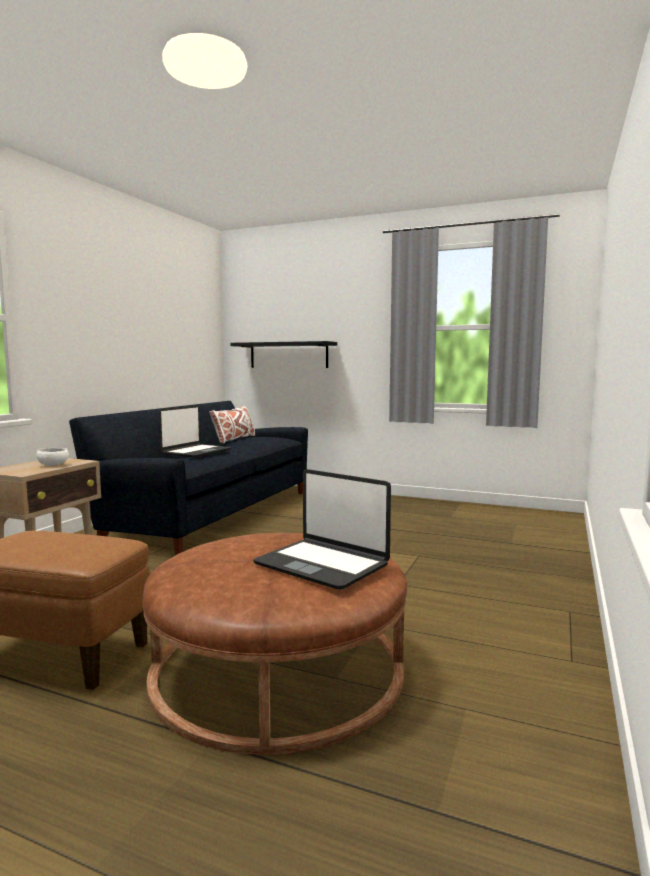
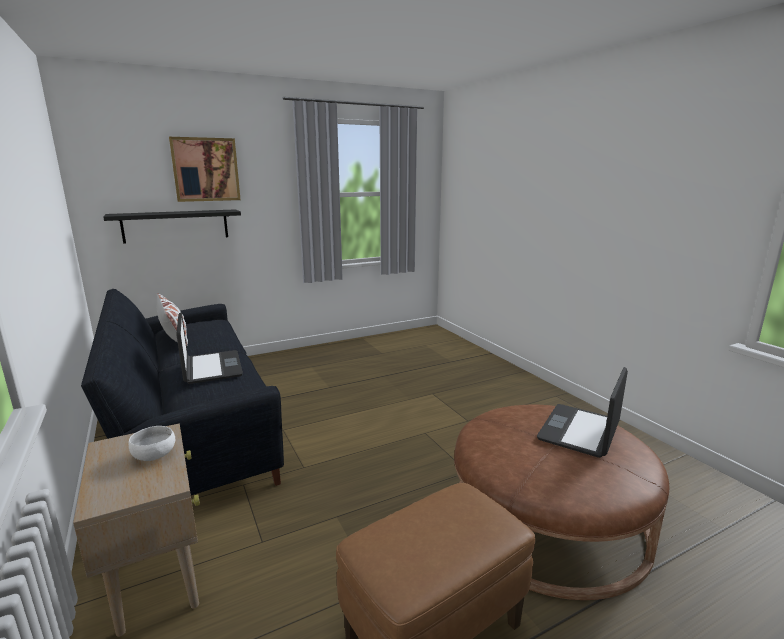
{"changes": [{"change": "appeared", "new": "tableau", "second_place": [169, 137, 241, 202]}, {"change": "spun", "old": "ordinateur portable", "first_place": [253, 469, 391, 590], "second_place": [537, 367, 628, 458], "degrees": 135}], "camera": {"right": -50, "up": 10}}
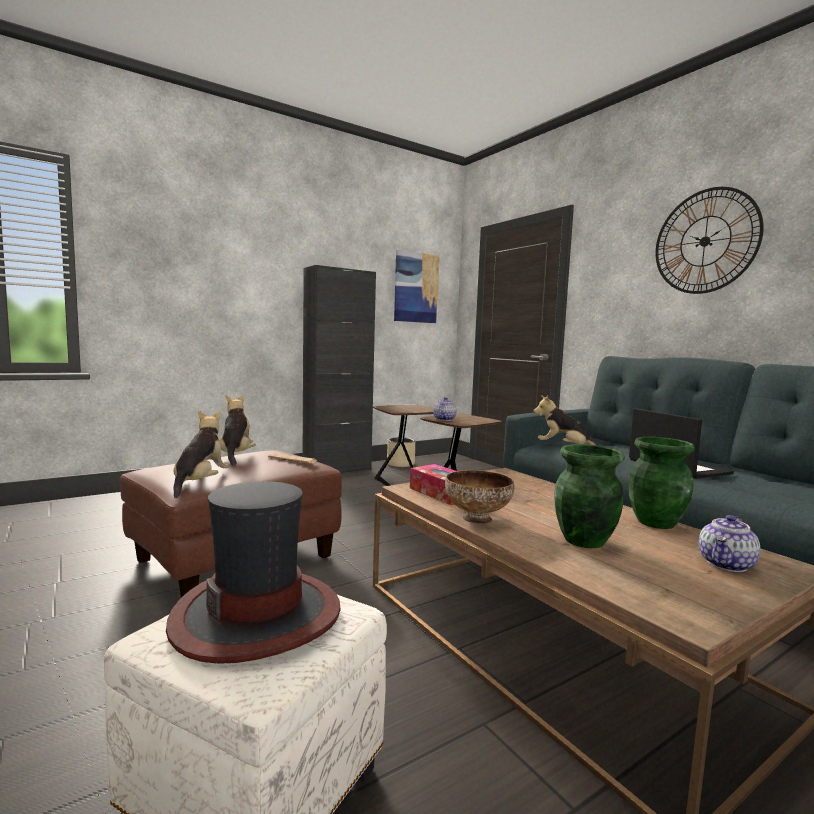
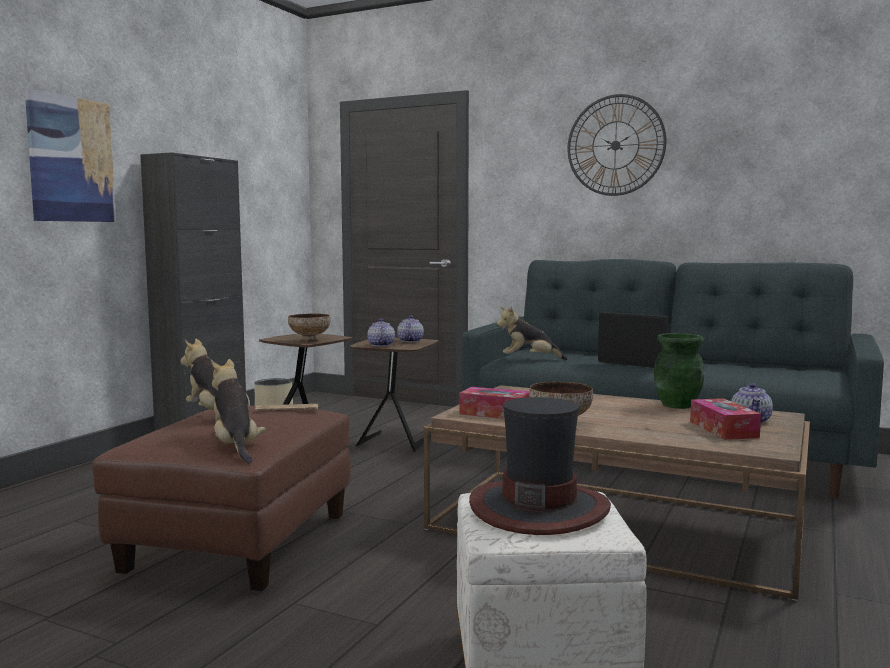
{"changes": [{"change": "missing", "old": "vase (vert)", "first_place": [554, 444, 625, 548]}, {"change": "appeared", "new": "bol", "second_place": [288, 313, 330, 342]}, {"change": "appeared", "new": "théière", "second_place": [397, 315, 424, 342]}, {"change": "appeared", "new": "boîte à mouchoirs", "second_place": [690, 398, 761, 440]}, {"change": "relocated", "old": "tableau", "first_place": [394, 250, 440, 323], "second_place": [25, 89, 116, 222]}], "camera": {"right": -30, "up": 0}}
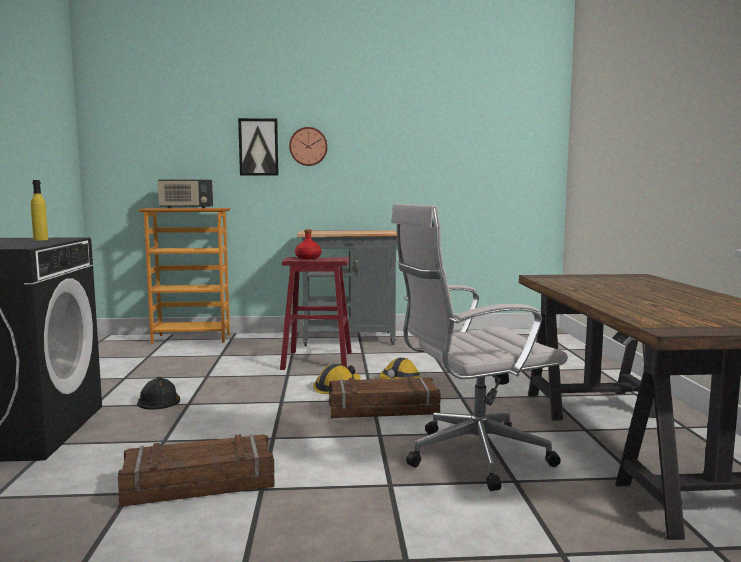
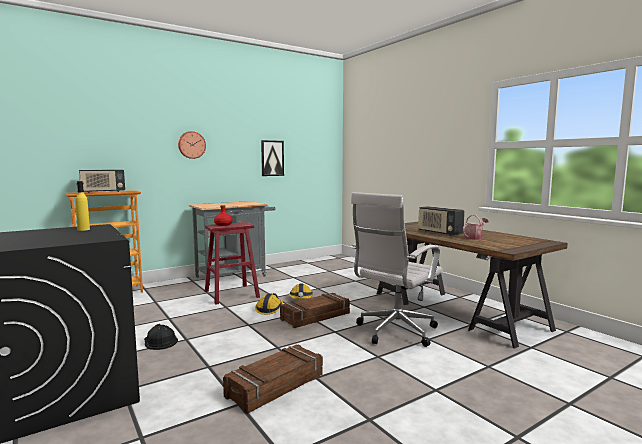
{"changes": [{"change": "appeared", "new": "radio", "second_place": [418, 206, 465, 236]}, {"change": "appeared", "new": "arrosoir", "second_place": [463, 215, 489, 240]}, {"change": "relocated", "old": "tableau", "first_place": [238, 118, 279, 176], "second_place": [261, 140, 284, 176]}], "camera": {"right": -30, "up": 0}}
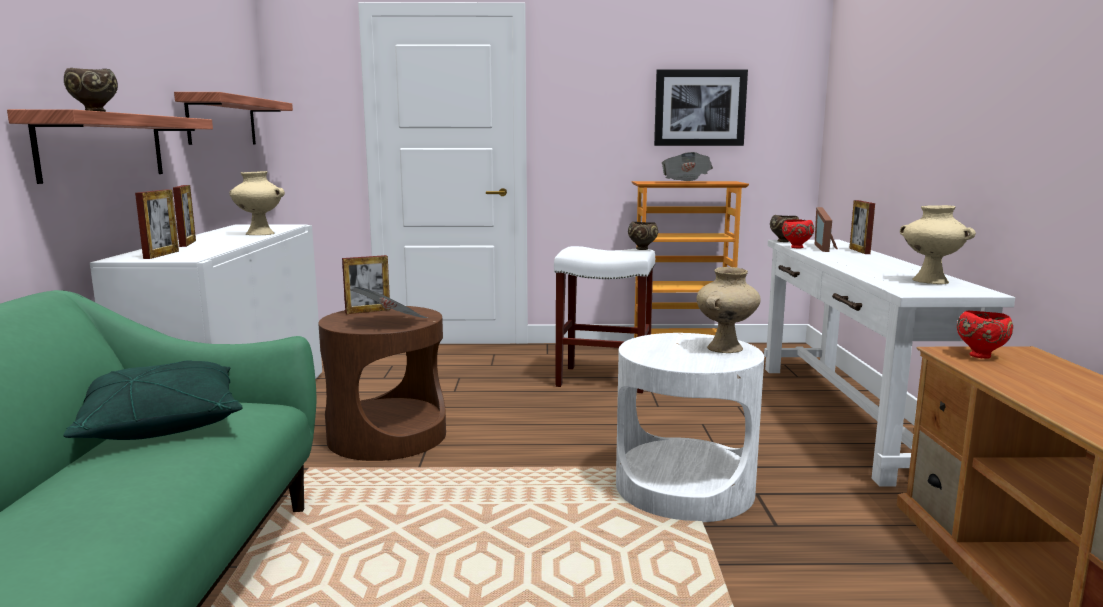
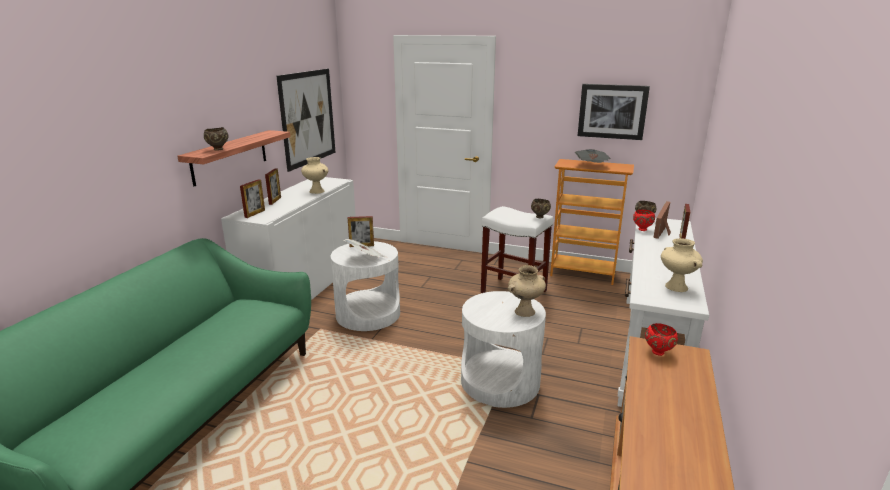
{"changes": [{"change": "missing", "old": "coussin (vert)", "first_place": [63, 360, 243, 440]}, {"change": "exchanged", "old": "étagère", "new": "tableau", "first_place": [174, 92, 293, 145], "second_place": [276, 69, 336, 172]}, {"change": "colour", "old": "table d'appoint (marron)", "new": "table d'appoint (blanc)", "first_place": [318, 306, 446, 461], "second_place": [331, 241, 400, 331]}], "camera": {"right": 20, "up": 10}}
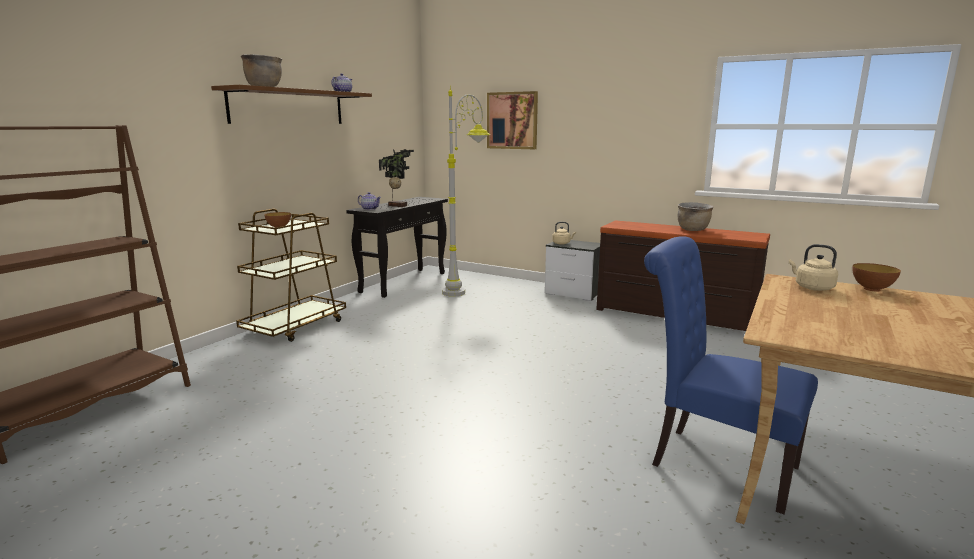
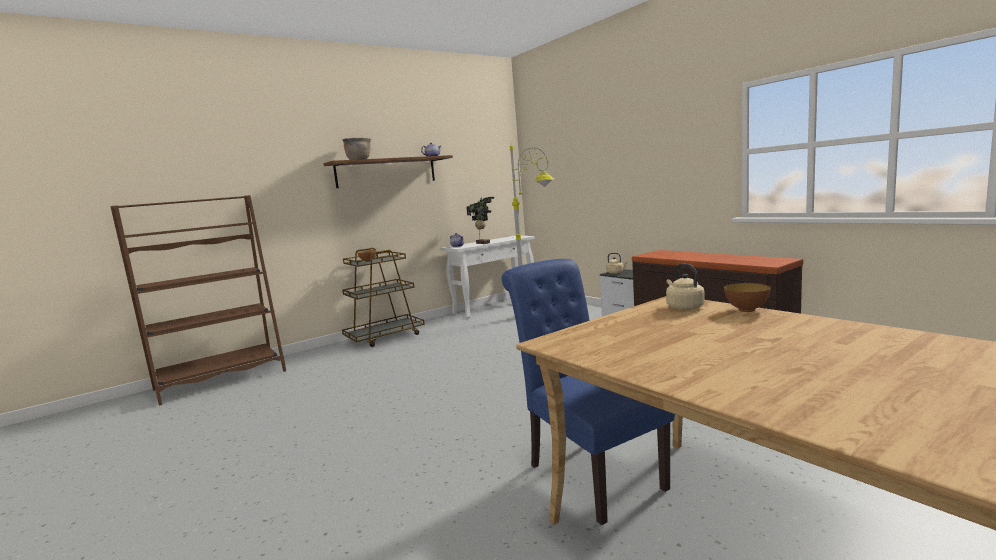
{"changes": [{"change": "missing", "old": "tableau", "first_place": [487, 91, 538, 149]}, {"change": "missing", "old": "marmite (marron)", "first_place": [678, 202, 714, 231]}, {"change": "colour", "old": "table console (noir)", "new": "table console (blanc)", "first_place": [346, 197, 448, 298], "second_place": [441, 235, 535, 319]}], "camera": {"right": 25, "up": -5}}
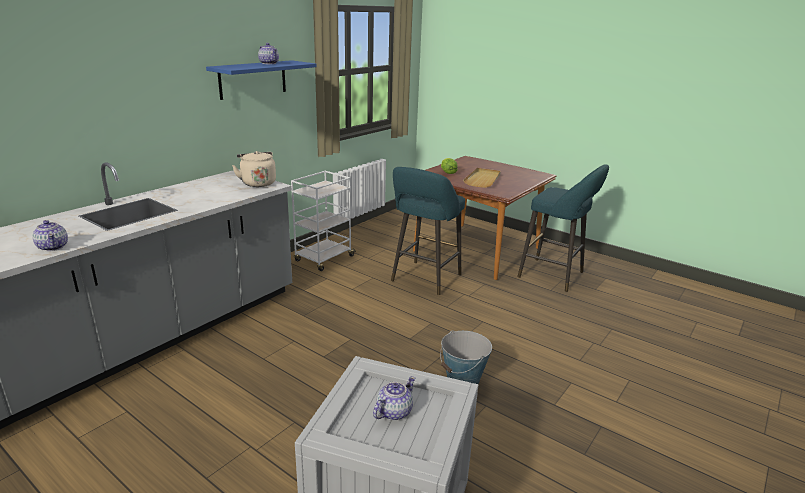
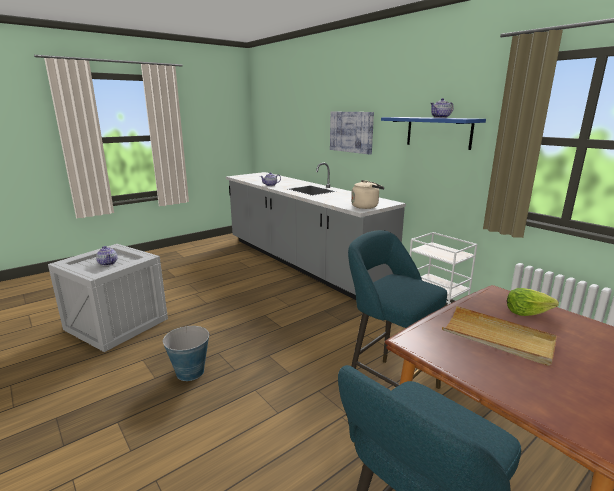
{"changes": [{"change": "appeared", "new": "tableau", "second_place": [330, 112, 374, 155]}], "camera": {"right": 105, "up": -5}}
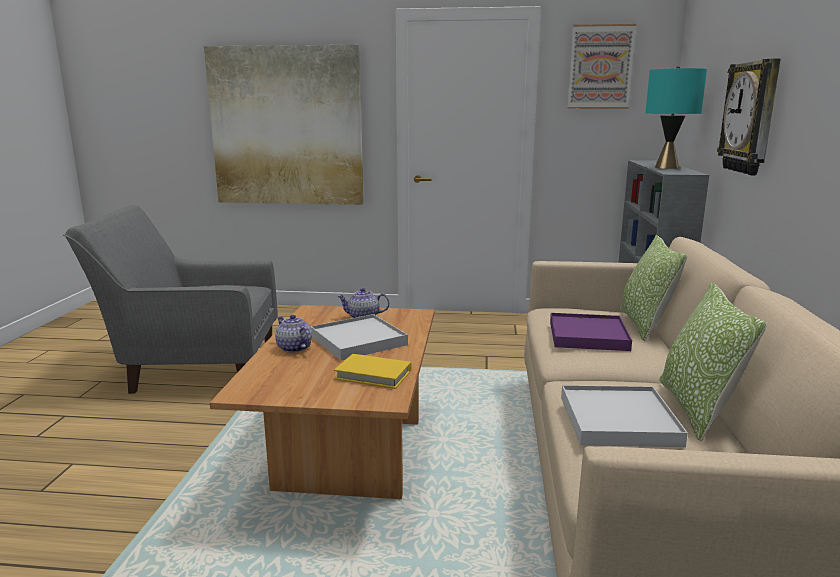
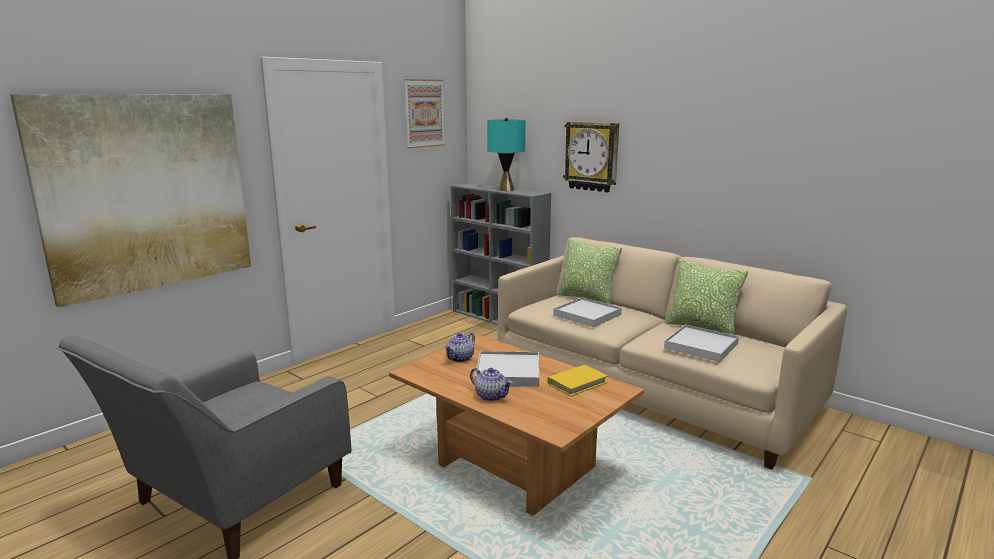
{"changes": [{"change": "colour", "old": "plateau (violet)", "new": "plateau (blanc)", "first_place": [550, 313, 632, 351], "second_place": [553, 297, 622, 327]}, {"change": "spun", "old": "théière", "first_place": [275, 315, 312, 353], "second_place": [470, 368, 513, 401], "degrees": -135}], "camera": {"right": -55, "up": 0}}
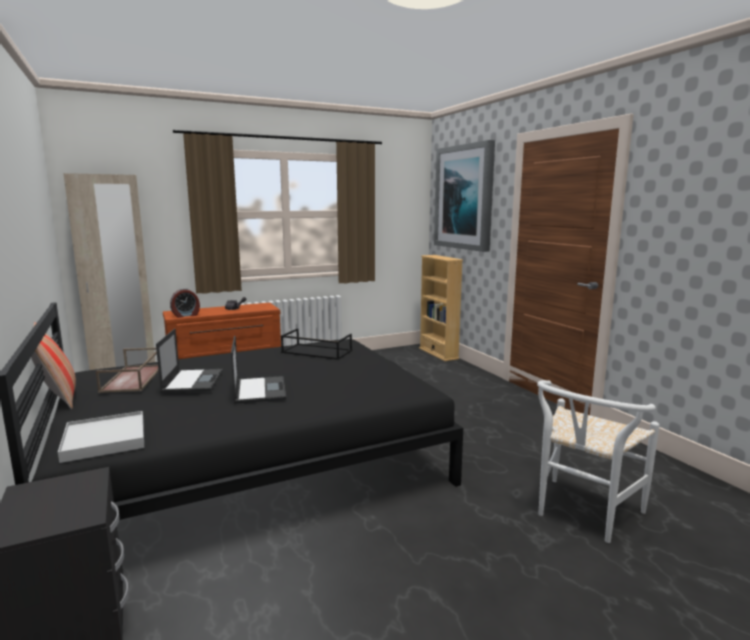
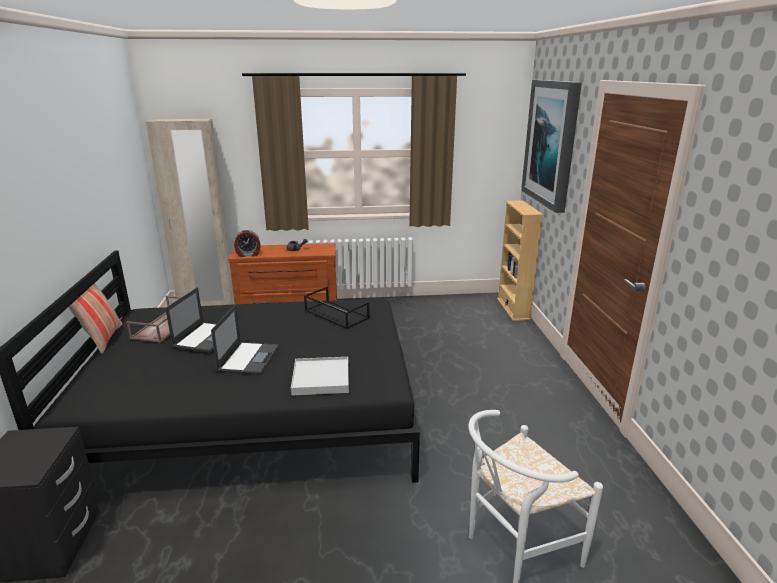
{"changes": [{"change": "relocated", "old": "plateau (blanc)", "first_place": [58, 411, 144, 463], "second_place": [291, 357, 349, 395]}], "camera": {"right": 20, "up": 10}}
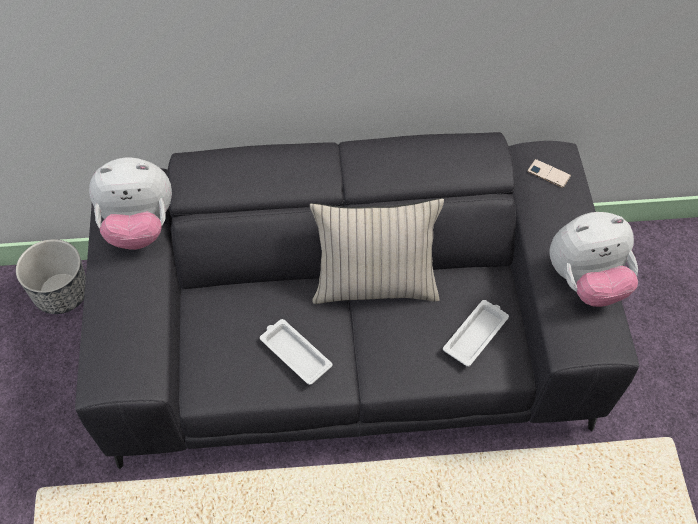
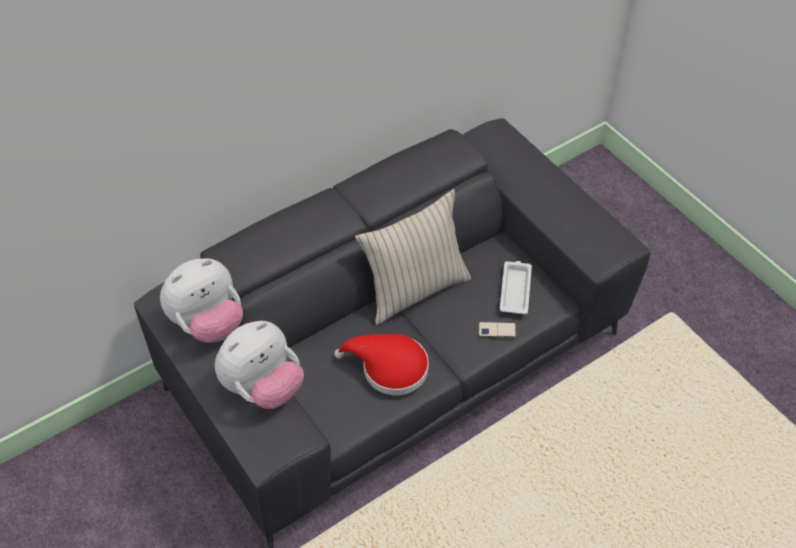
{"changes": [{"change": "missing", "old": "cache-pot", "first_place": [16, 239, 86, 314]}, {"change": "relocated", "old": "téléphone", "first_place": [527, 159, 571, 188], "second_place": [479, 322, 516, 338]}, {"change": "relocated", "old": "peluche", "first_place": [550, 212, 638, 307], "second_place": [215, 321, 304, 409]}, {"change": "exchanged", "old": "plateau (blanc)", "new": "chapeau (rouge)", "first_place": [260, 319, 332, 385], "second_place": [334, 334, 429, 395]}], "camera": {"right": -30, "up": -5}}
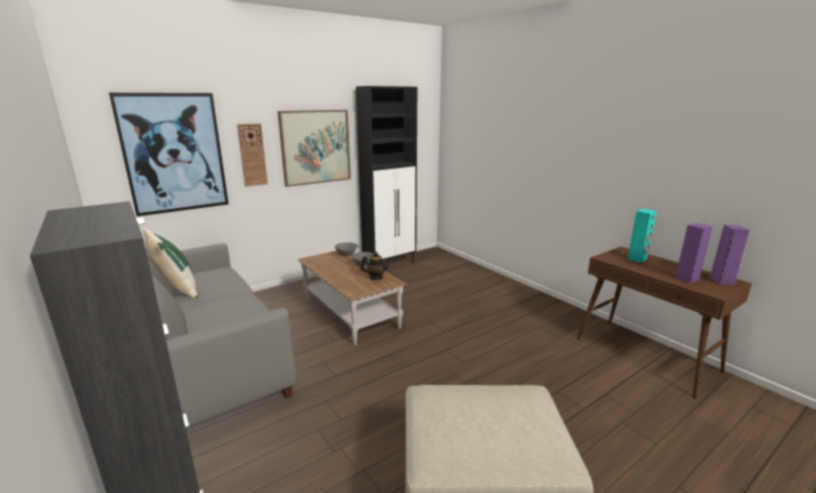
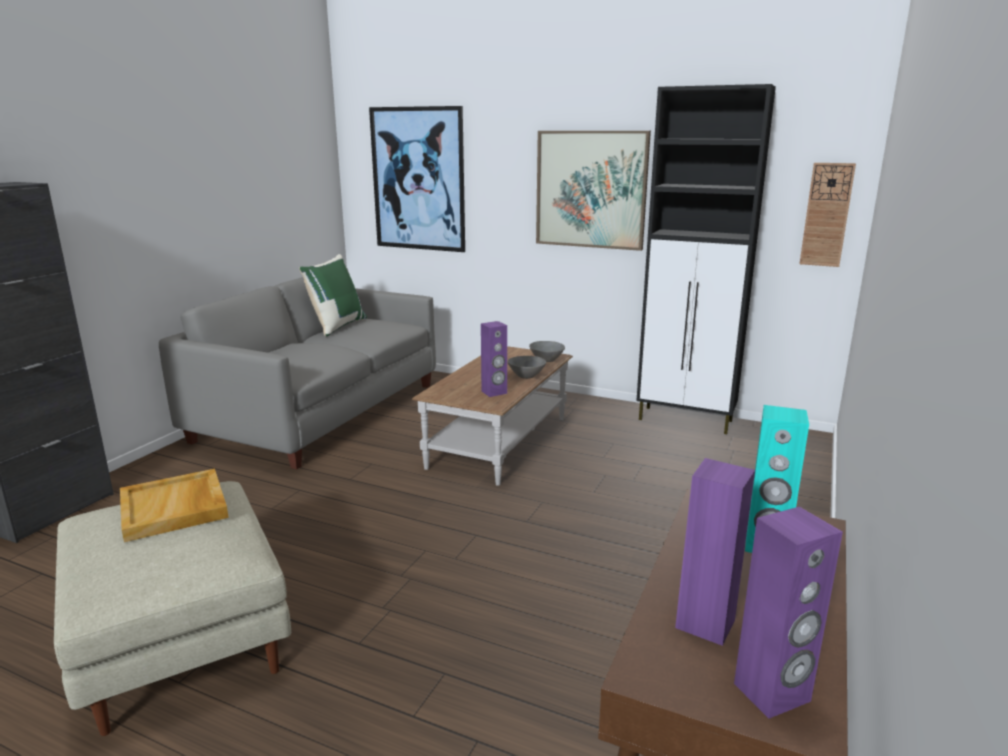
{"changes": [{"change": "appeared", "new": "plateau (beige)", "second_place": [120, 469, 229, 542]}, {"change": "relocated", "old": "horloge murale", "first_place": [237, 123, 268, 187], "second_place": [800, 163, 856, 267]}, {"change": "exchanged", "old": "théière", "new": "enceinte (violet)", "first_place": [360, 252, 391, 280], "second_place": [481, 321, 507, 397]}], "camera": {"right": 60, "up": 0}}
